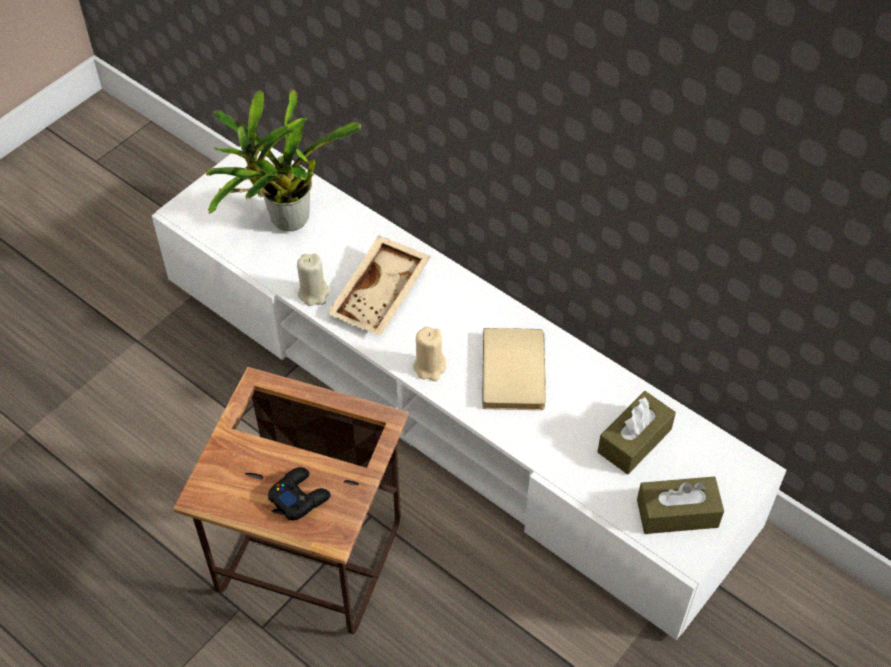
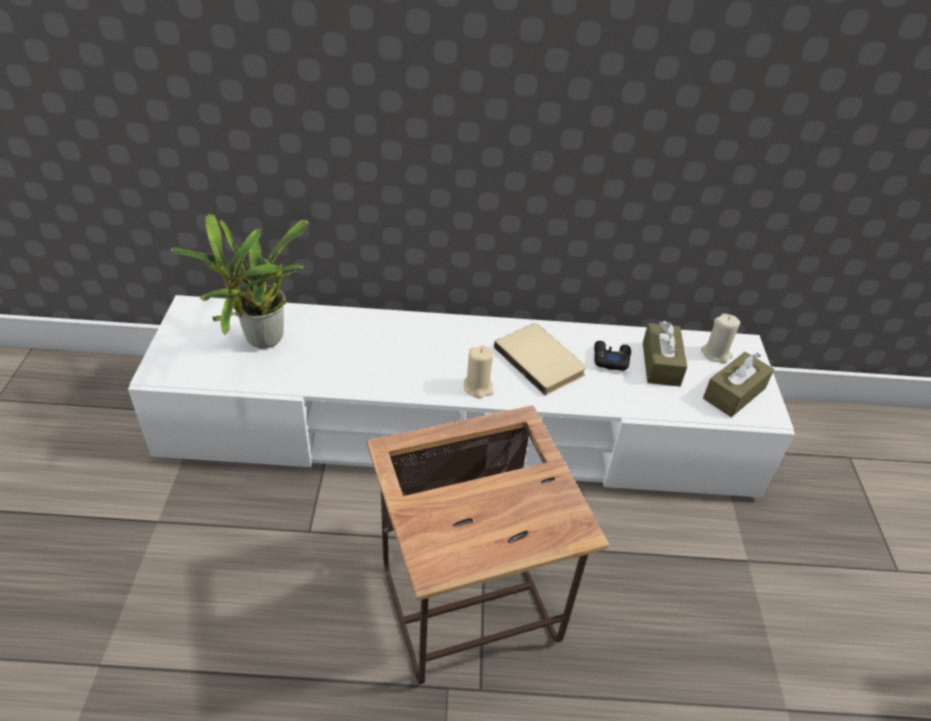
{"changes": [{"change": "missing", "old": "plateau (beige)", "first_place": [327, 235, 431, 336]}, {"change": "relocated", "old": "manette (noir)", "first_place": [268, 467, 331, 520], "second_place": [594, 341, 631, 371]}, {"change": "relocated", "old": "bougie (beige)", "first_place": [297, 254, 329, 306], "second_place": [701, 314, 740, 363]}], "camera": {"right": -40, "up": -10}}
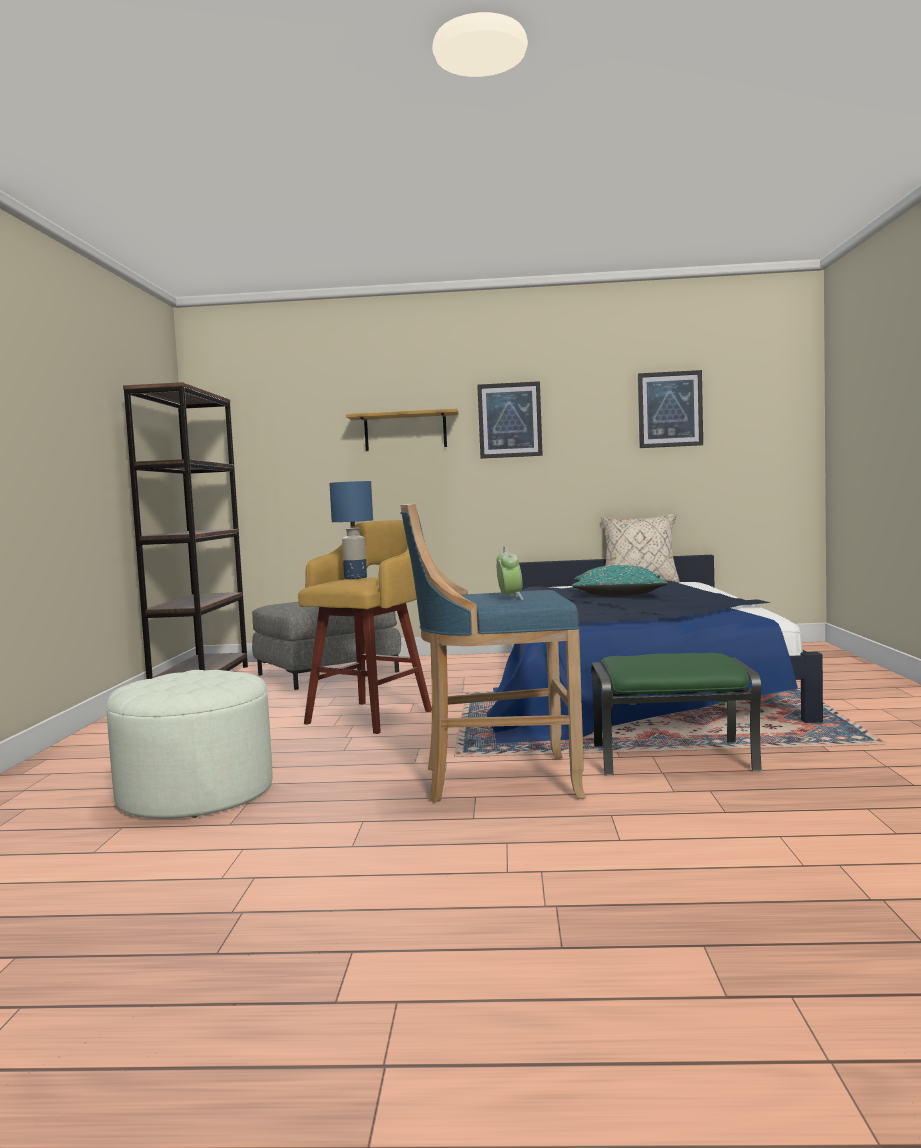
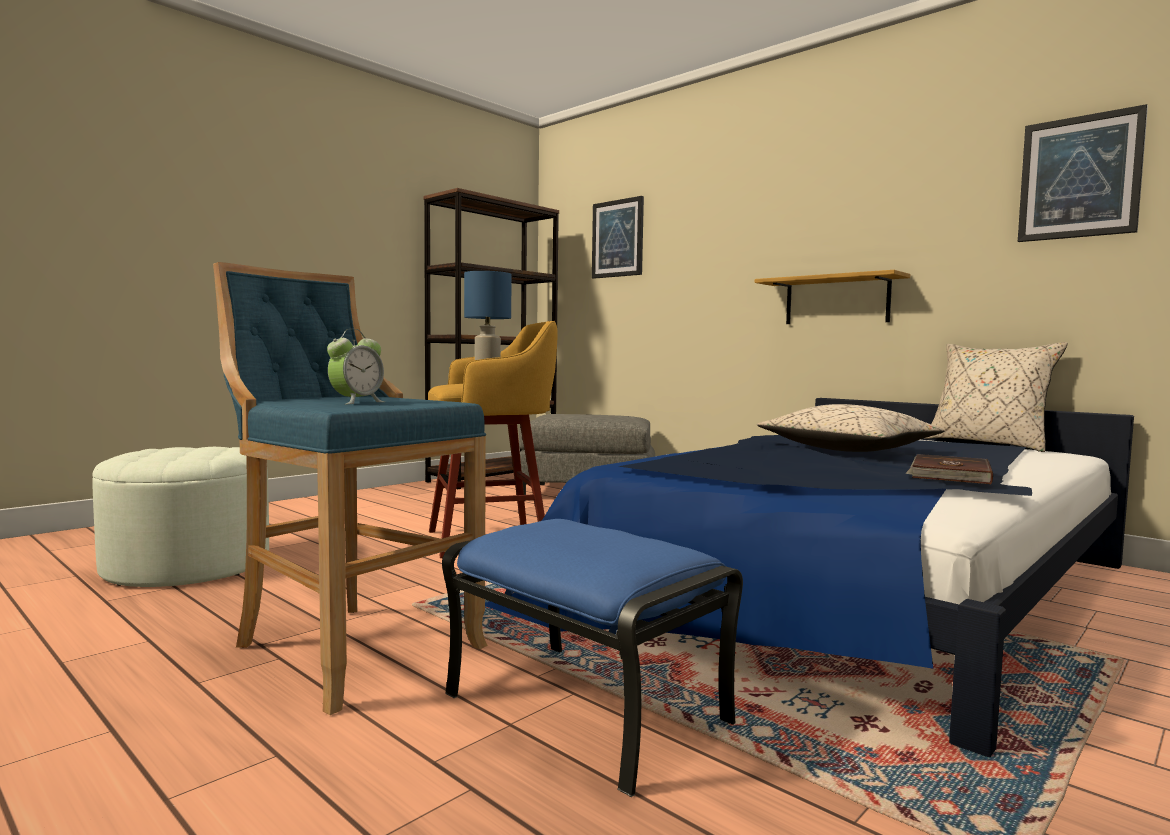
{"changes": [{"change": "appeared", "new": "livre (marron)", "second_place": [905, 454, 993, 485]}, {"change": "relocated", "old": "étagère", "first_place": [346, 409, 459, 451], "second_place": [755, 270, 910, 324]}, {"change": "relocated", "old": "tableau", "first_place": [477, 381, 543, 459], "second_place": [592, 196, 644, 279]}, {"change": "colour", "old": "coussin (turquoise)", "new": "coussin (beige)", "first_place": [572, 565, 668, 597], "second_place": [757, 404, 945, 452]}, {"change": "colour", "old": "pouf (vert)", "new": "pouf (bleu)", "first_place": [591, 653, 762, 775], "second_place": [442, 519, 743, 797]}], "camera": {"right": 40, "up": 0}}
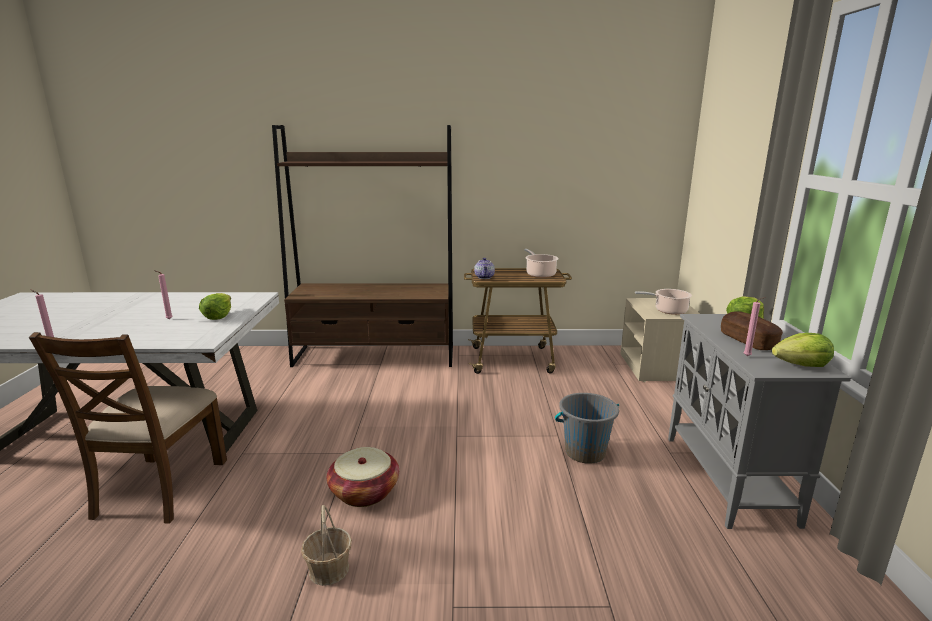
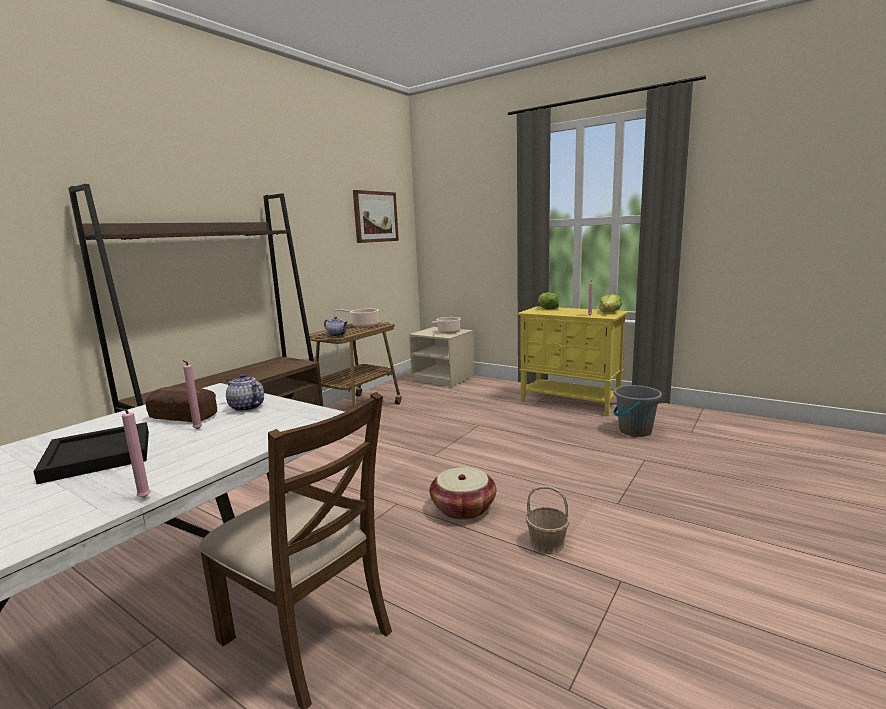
{"changes": [{"change": "appeared", "new": "plateau (noir)", "second_place": [34, 422, 149, 484]}, {"change": "appeared", "new": "tableau", "second_place": [353, 190, 399, 243]}, {"change": "relocated", "old": "seau (gris)", "first_place": [555, 393, 619, 464], "second_place": [613, 385, 662, 437]}, {"change": "relocated", "old": "pain", "first_place": [721, 311, 783, 350], "second_place": [145, 386, 217, 422]}, {"change": "exchanged", "old": "laitue", "new": "théière", "first_place": [199, 293, 231, 320], "second_place": [226, 374, 264, 412]}, {"change": "colour", "old": "meuble de rangement (gris)", "new": "meuble de rangement (jaune)", "first_place": [668, 314, 851, 529], "second_place": [517, 306, 629, 416]}], "camera": {"right": -55, "up": -5}}
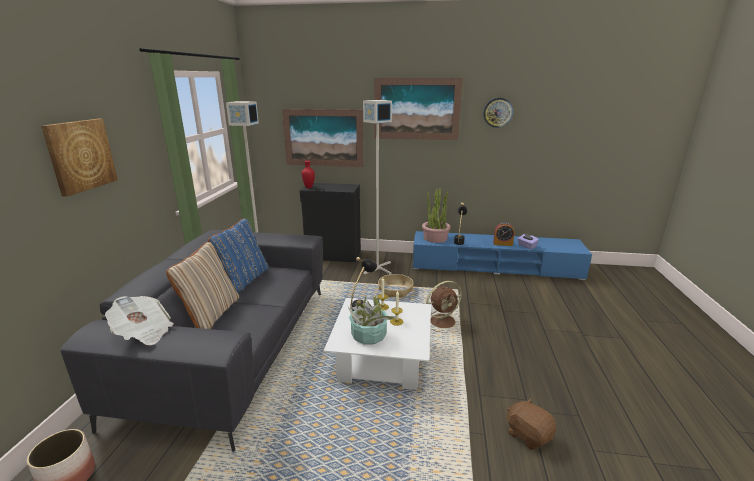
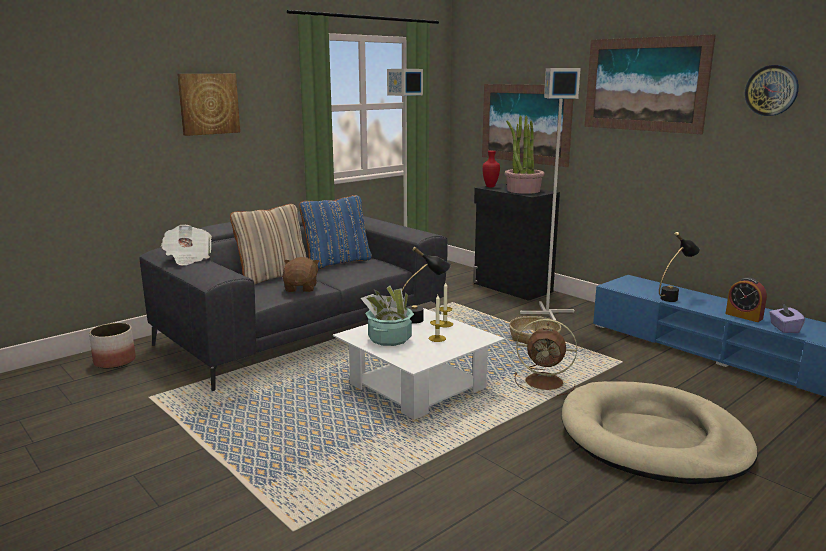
{"changes": [{"change": "appeared", "new": "panier pour chien (beige)", "second_place": [562, 381, 758, 484]}, {"change": "relocated", "old": "plante en pot", "first_place": [422, 188, 451, 243], "second_place": [505, 115, 545, 194]}, {"change": "relocated", "old": "peluche (marron)", "first_place": [507, 398, 556, 450], "second_place": [282, 257, 320, 292]}], "camera": {"right": 40, "up": -5}}
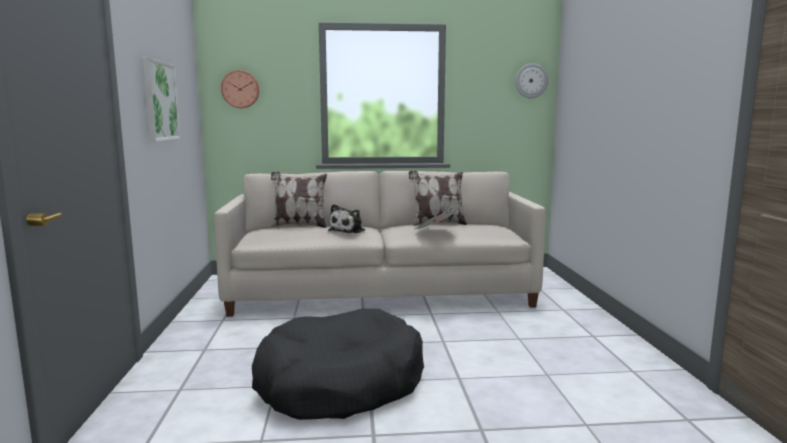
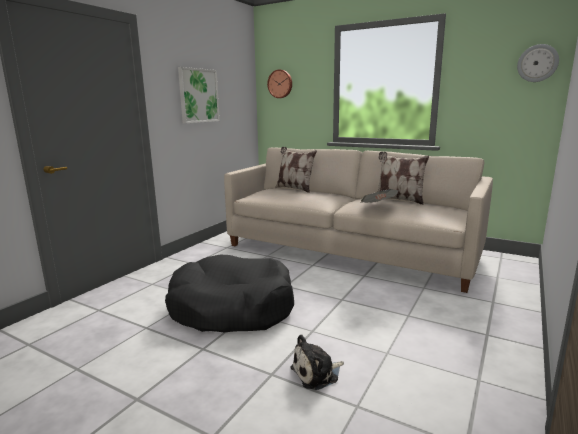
{"changes": [{"change": "relocated", "old": "peluche", "first_place": [328, 204, 365, 233], "second_place": [290, 334, 344, 390]}], "camera": {"right": 35, "up": 5}}
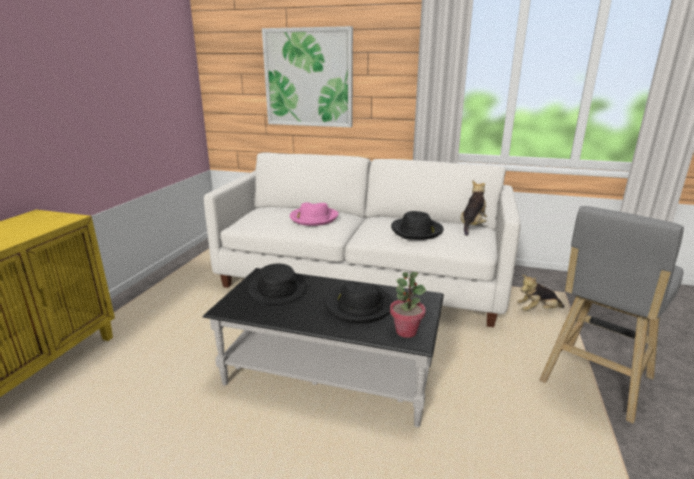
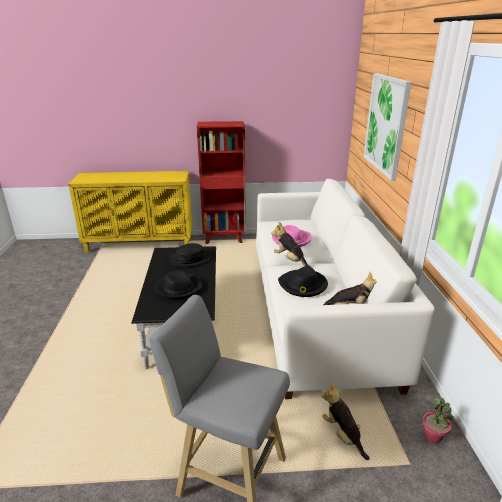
{"changes": [{"change": "appeared", "new": "bibliothèque (rouge)", "second_place": [197, 121, 246, 244]}, {"change": "appeared", "new": "peluche", "second_place": [271, 222, 311, 267]}, {"change": "relocated", "old": "plante en pot", "first_place": [390, 272, 426, 338], "second_place": [422, 398, 454, 444]}], "camera": {"right": 70, "up": 5}}
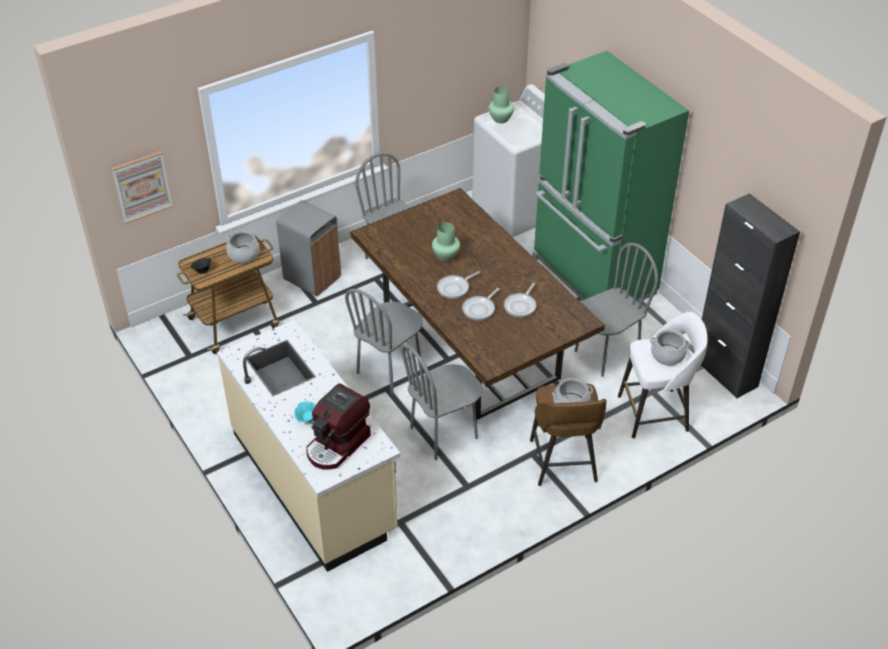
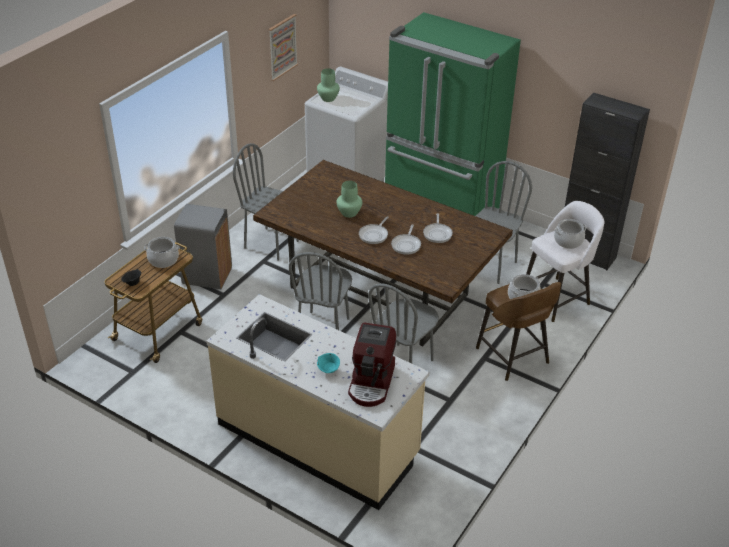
{"changes": [{"change": "relocated", "old": "tableau", "first_place": [112, 151, 173, 224], "second_place": [268, 14, 298, 81]}], "camera": {"right": -25, "up": -5}}
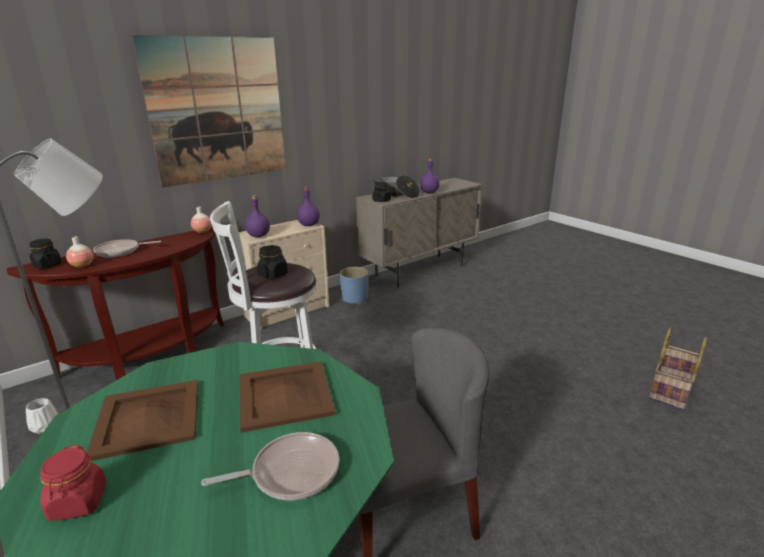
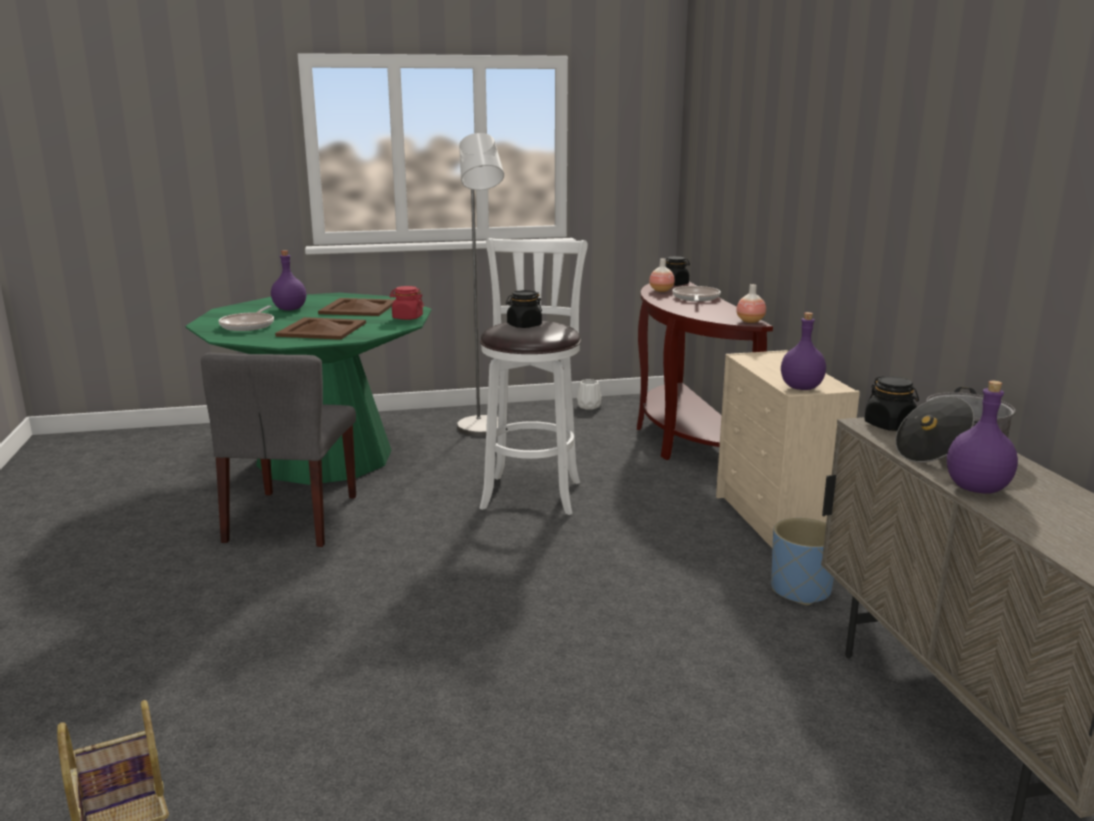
{"changes": [{"change": "missing", "old": "tableau", "first_place": [132, 35, 286, 187]}, {"change": "relocated", "old": "bocal (rouge)", "first_place": [40, 445, 106, 521], "second_place": [389, 286, 424, 320]}, {"change": "relocated", "old": "bouteille (violet)", "first_place": [245, 195, 270, 237], "second_place": [271, 250, 306, 310]}], "camera": {"right": 115, "up": -5}}
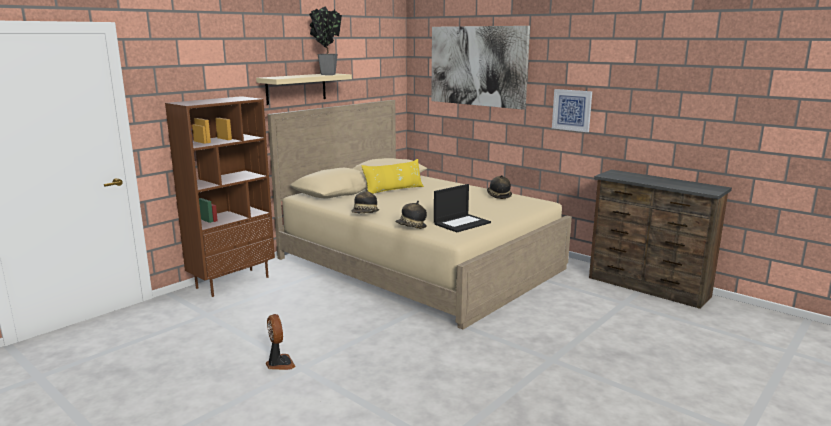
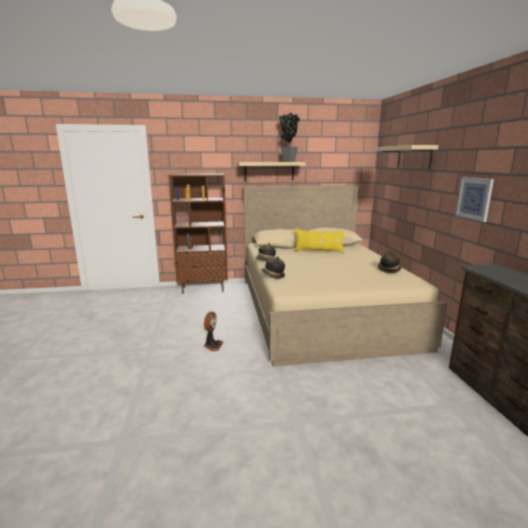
{"changes": [{"change": "missing", "old": "ordinateur portable", "first_place": [434, 184, 491, 232]}, {"change": "relocated", "old": "ventilateur", "first_place": [266, 314, 296, 370], "second_place": [204, 312, 223, 351]}, {"change": "exchanged", "old": "tableau", "new": "étagère (beige)", "first_place": [431, 26, 530, 110], "second_place": [374, 145, 439, 169]}], "camera": {"right": 40, "up": 0}}
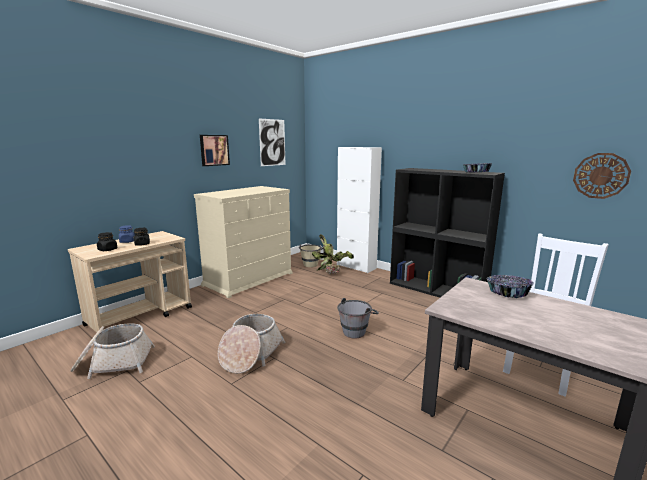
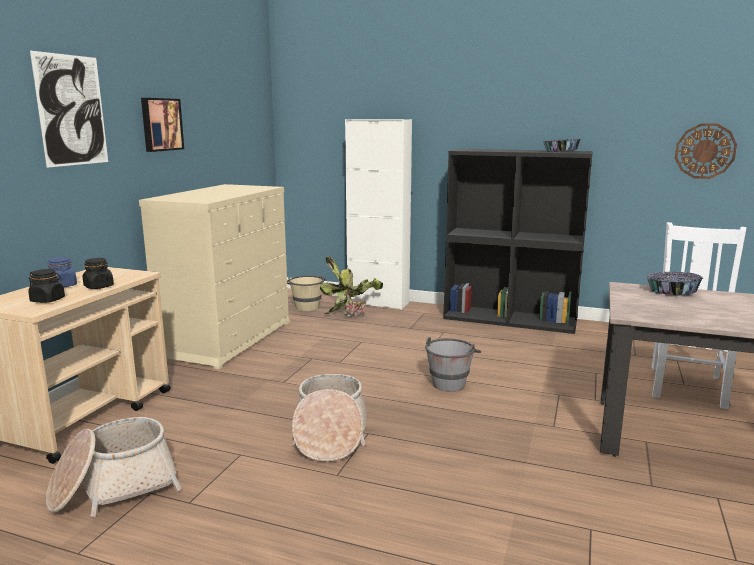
{"changes": [{"change": "relocated", "old": "tableau", "first_place": [259, 119, 286, 166], "second_place": [30, 51, 108, 168]}], "camera": {"right": -20, "up": 0}}
